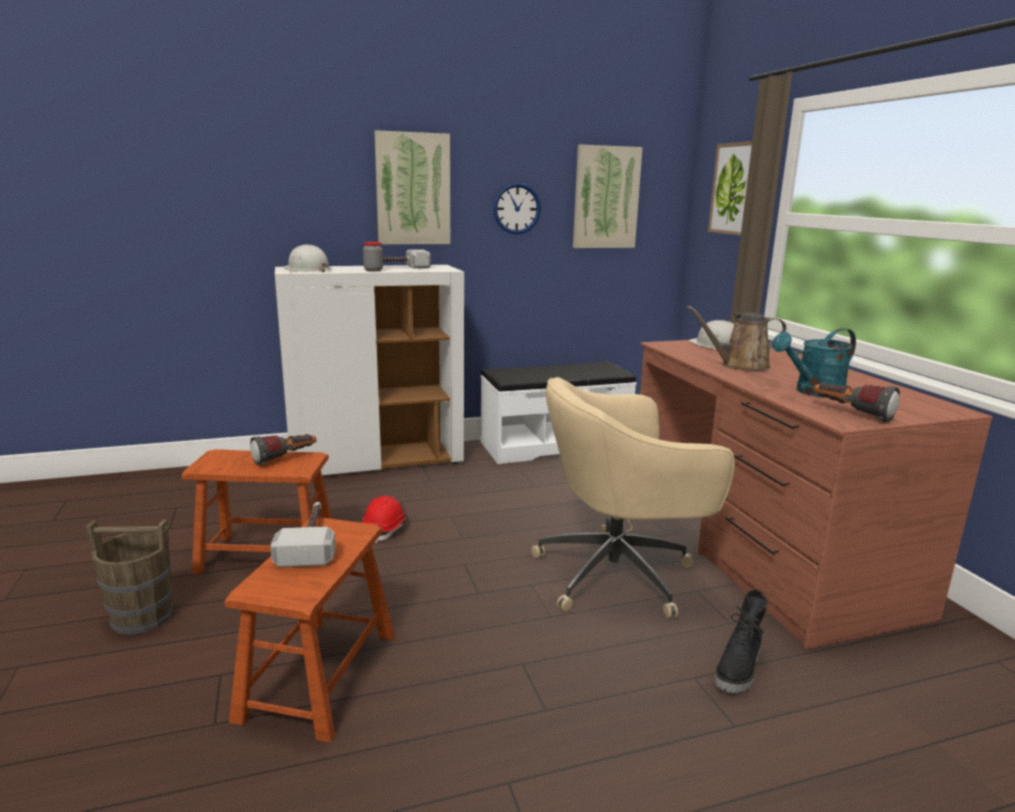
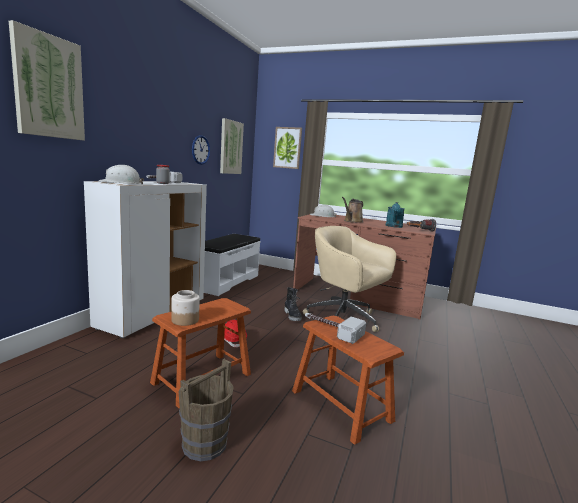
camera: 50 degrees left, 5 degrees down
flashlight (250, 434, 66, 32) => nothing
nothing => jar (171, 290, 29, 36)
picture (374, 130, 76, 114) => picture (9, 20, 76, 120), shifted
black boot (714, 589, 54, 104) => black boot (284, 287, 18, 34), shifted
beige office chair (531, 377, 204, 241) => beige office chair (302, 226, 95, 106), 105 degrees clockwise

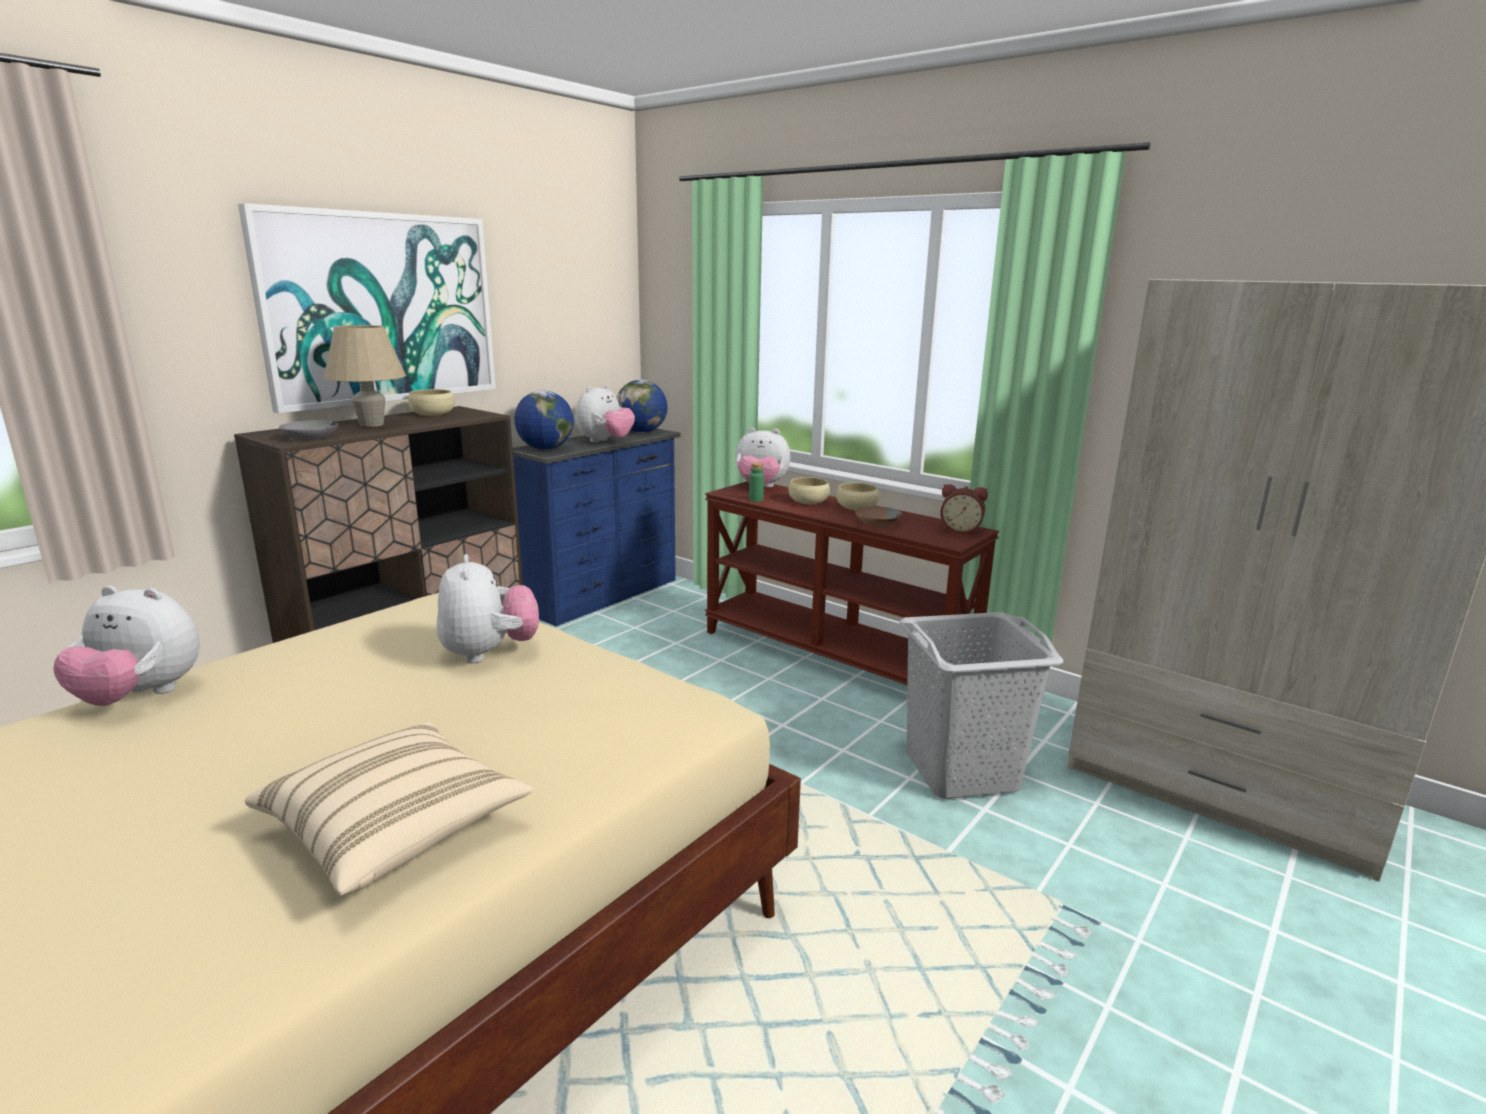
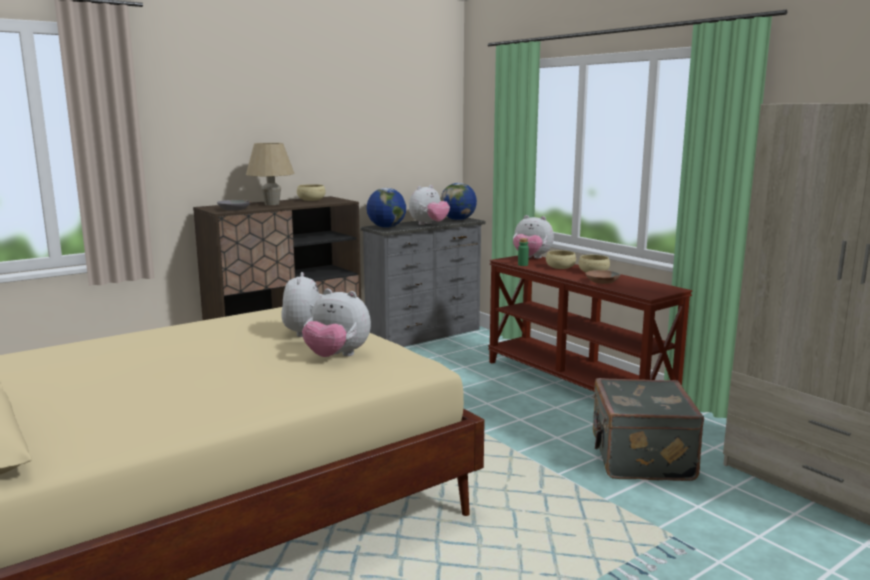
camera: 15 degrees right, 5 degrees down
picture (238, 203, 258, 210) => nothing
beige pillow (245, 721, 288, 174) => nothing
alarm clock (940, 484, 48, 50) => nothing
plush toy (53, 585, 147, 121) => plush toy (302, 289, 69, 68), shifted
grey laundry basket (899, 612, 164, 187) => grey suitcase (592, 378, 112, 103)
blue dresser (513, 428, 167, 199) => grey dresser (361, 217, 124, 130)

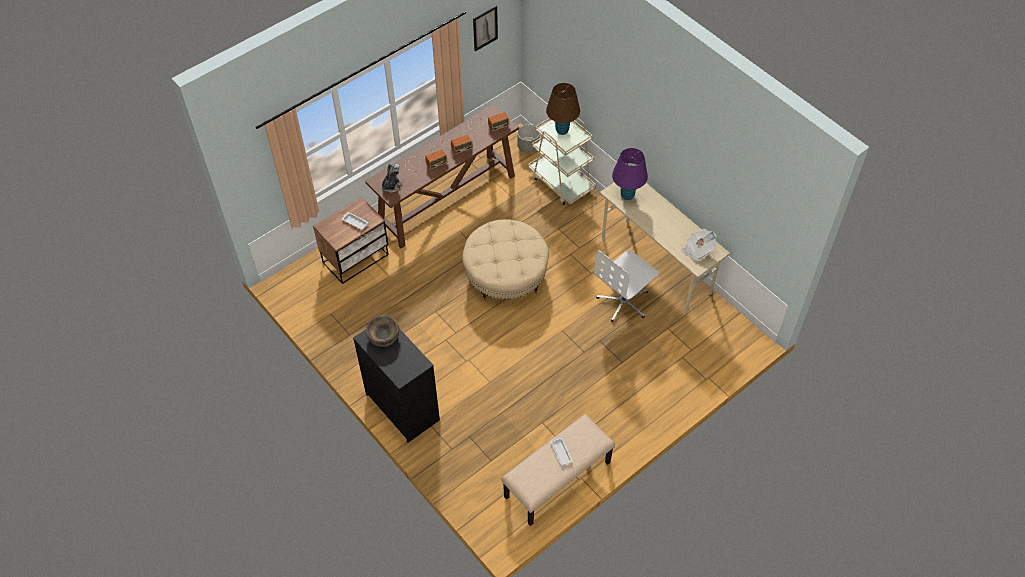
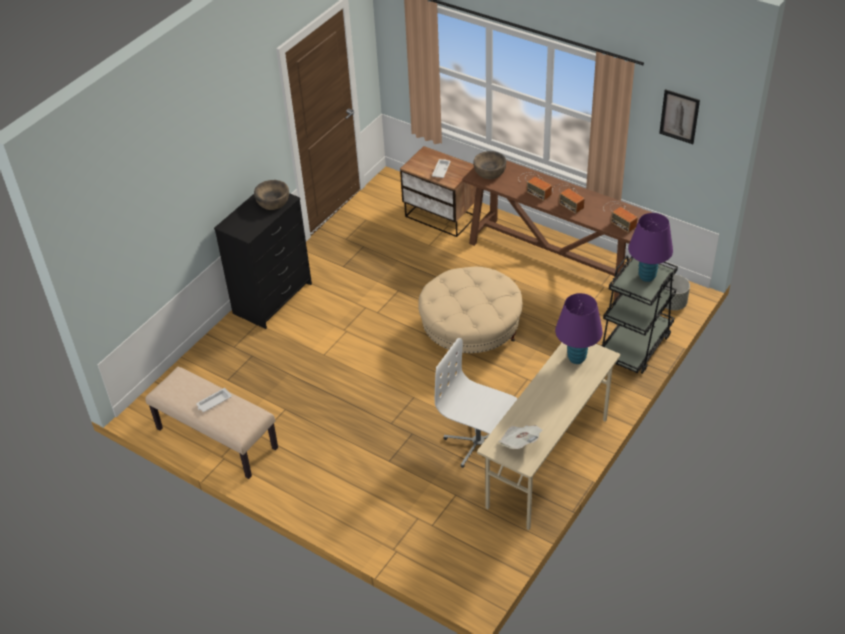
camera: 75 degrees right, 10 degrees down
plush toy (381, 164, 22, 29) => brown bowl (473, 151, 33, 28)
beige cart (528, 118, 68, 87) => black cart (601, 256, 77, 118)
brown table lamp (546, 83, 34, 52) => purple table lamp (628, 213, 45, 69)

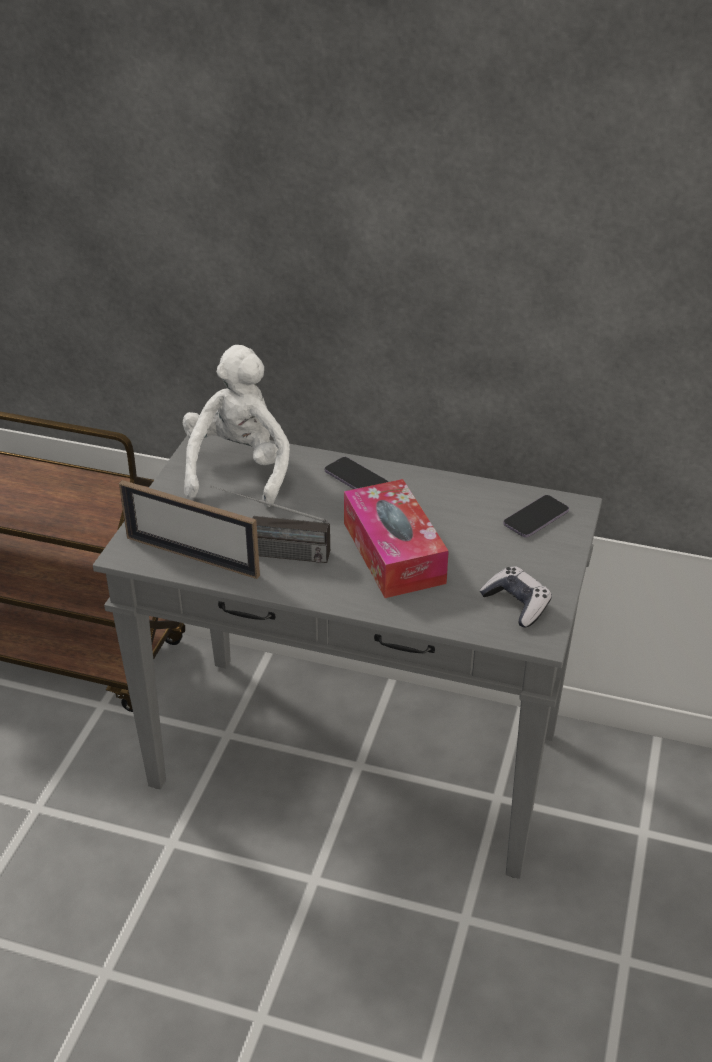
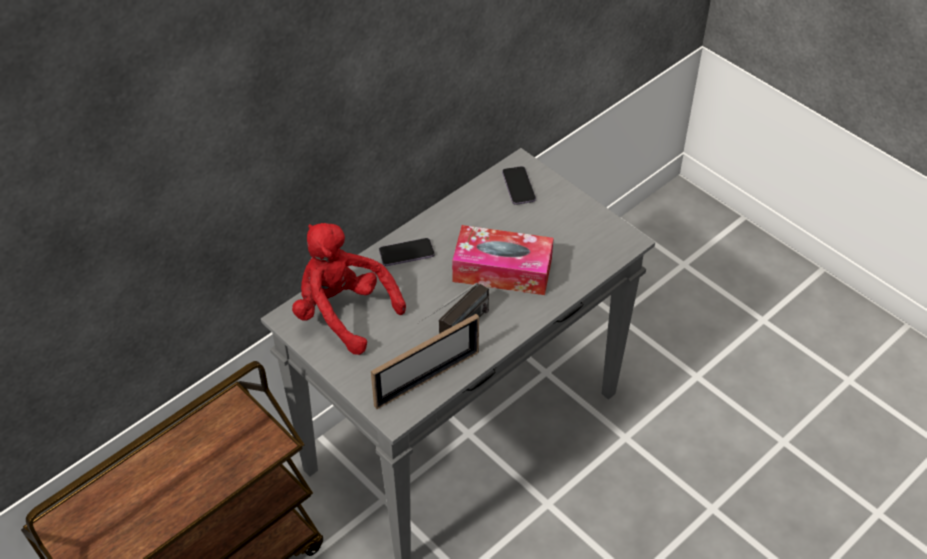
camera: 60 degrees left, 10 degrees up
game controller (479, 566, 73, 61) => nothing
white plush toy (183, 345, 107, 162) => red plush toy (292, 223, 114, 132)

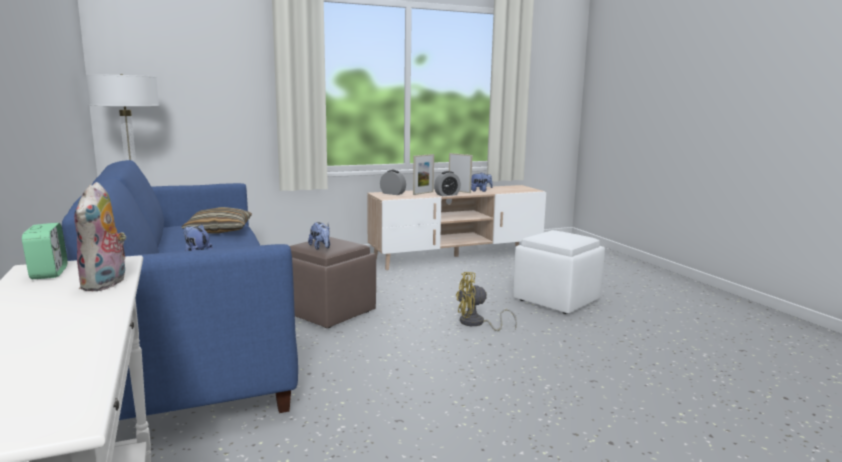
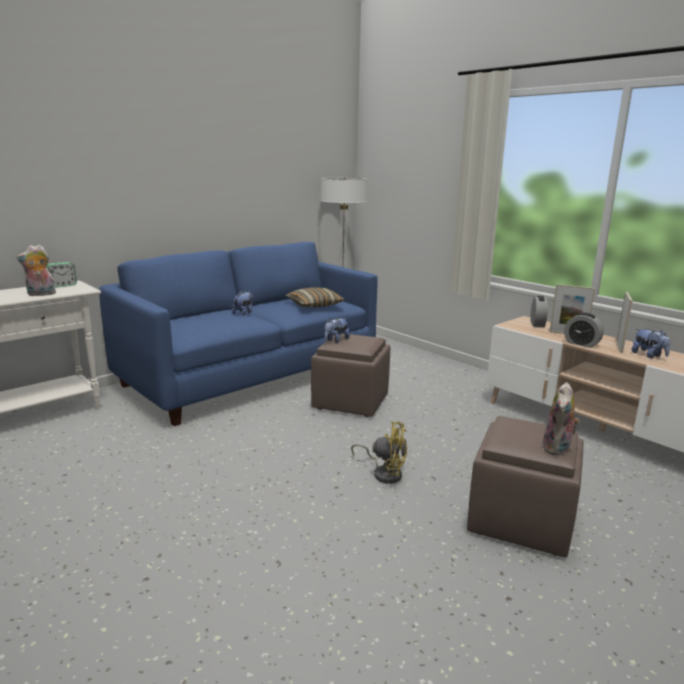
camera: 70 degrees right, 5 degrees up
nothing => plush toy (542, 382, 38, 74)
white ottoman (513, 230, 92, 84) => brown ottoman (467, 416, 116, 142)
yellow fan (456, 272, 61, 59) => yellow fan (351, 421, 56, 63), 135 degrees clockwise

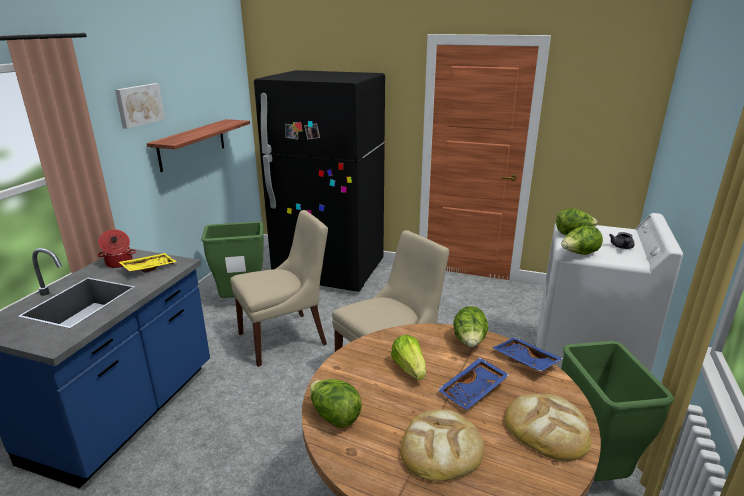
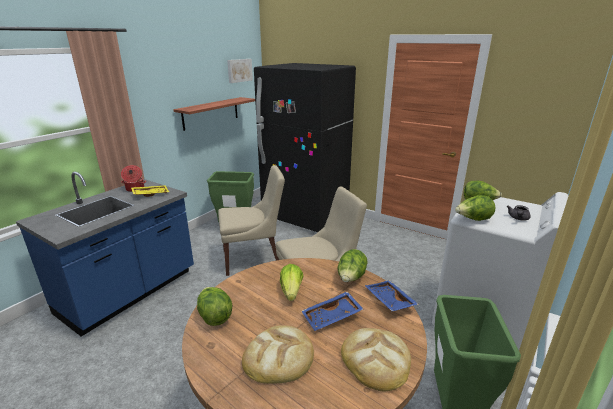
camera: 15 degrees right, 0 degrees up
picture (115, 83, 50, 46) => picture (227, 59, 26, 24), shifted

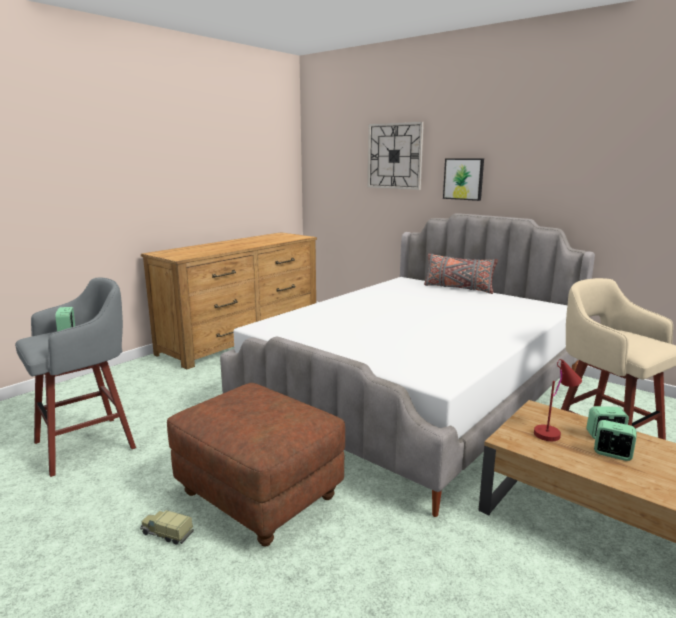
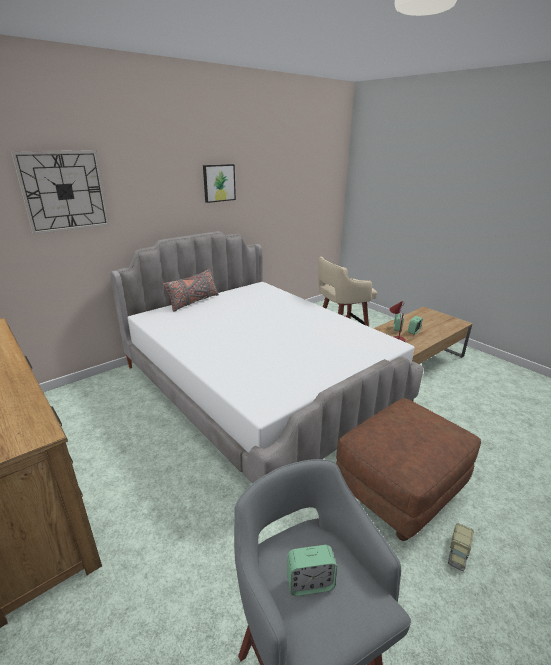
camera: 80 degrees left, 10 degrees up
picture (443, 158, 41, 43) => picture (203, 164, 33, 39), shifted

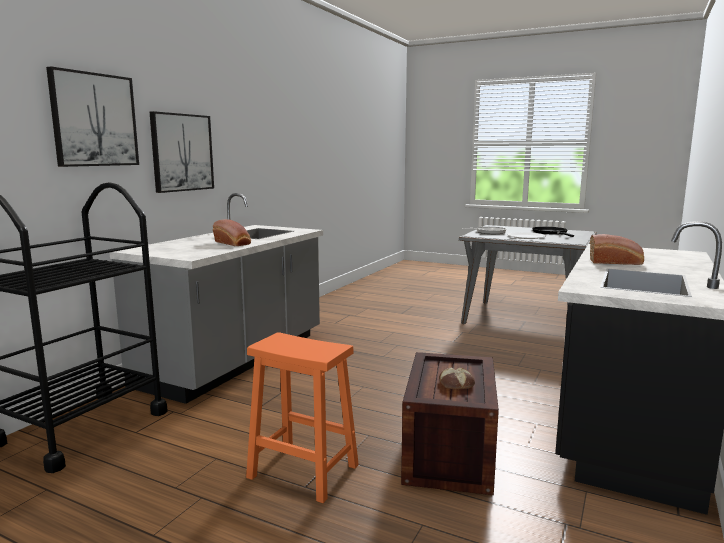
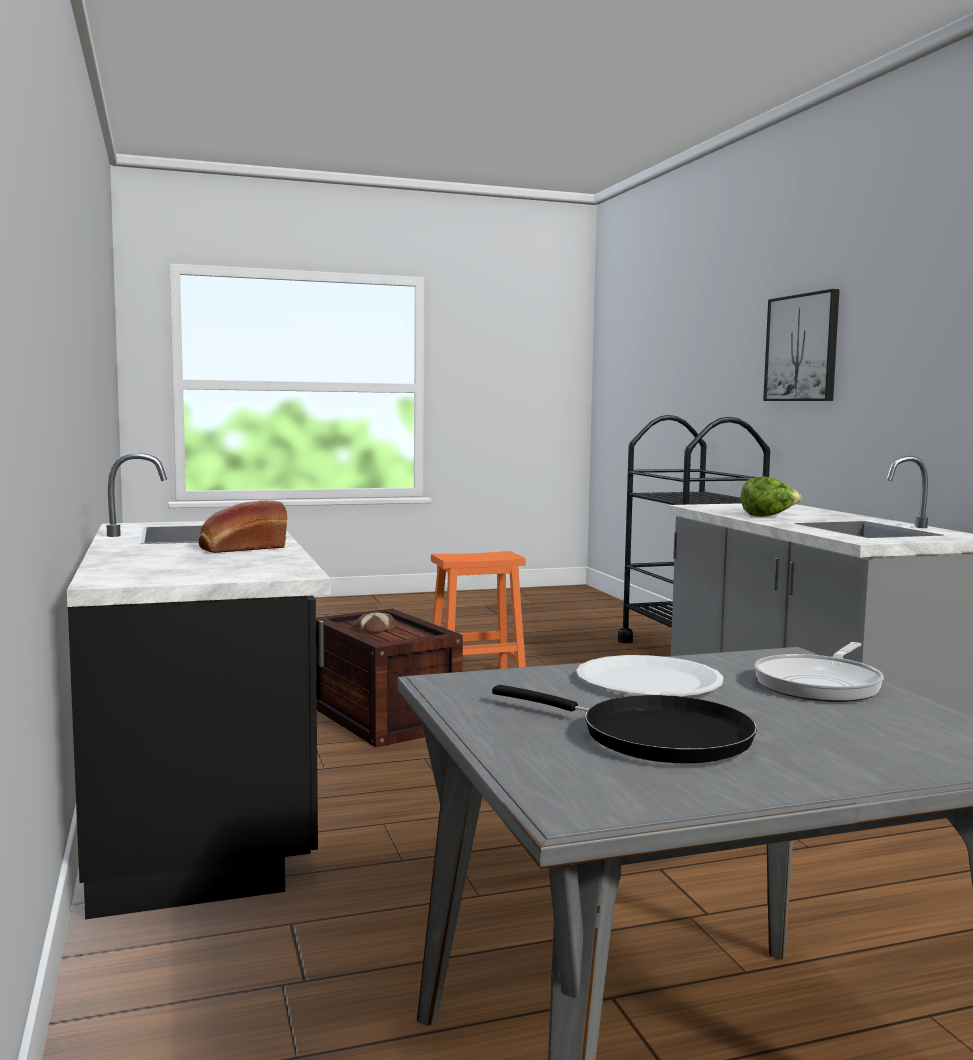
camera: 135 degrees right, 5 degrees down
picture (150, 111, 64, 82) => nothing
bread (213, 219, 38, 27) => lettuce (741, 477, 61, 40)

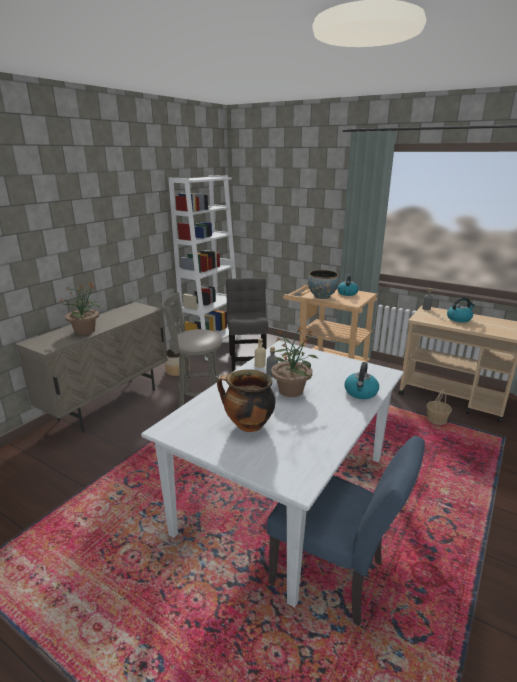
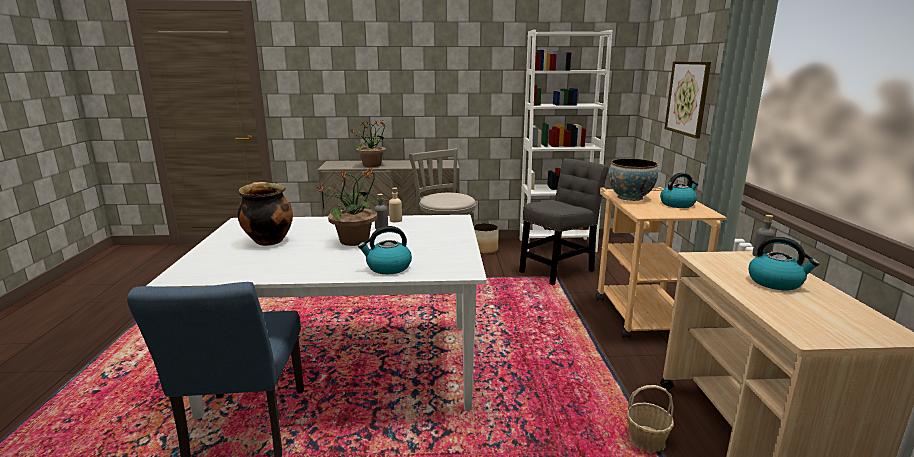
camera: 55 degrees right, 5 degrees down
nothing => picture (664, 61, 47, 77)

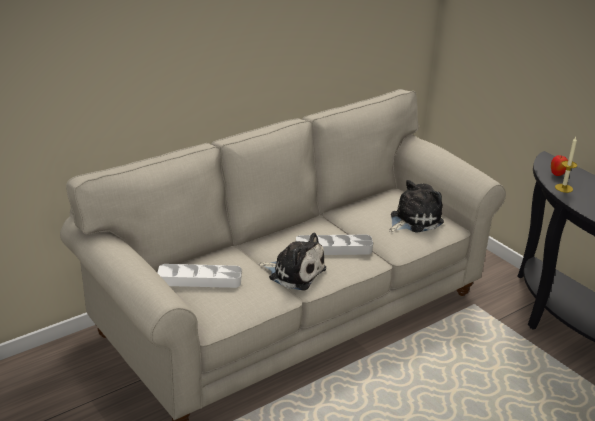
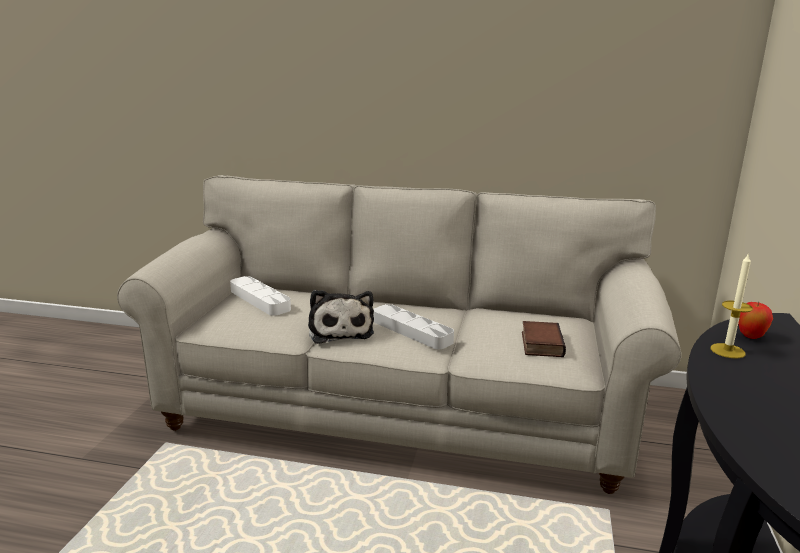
camera: 50 degrees right, 10 degrees down
plush toy (389, 180, 55, 53) => book (522, 321, 44, 36)

